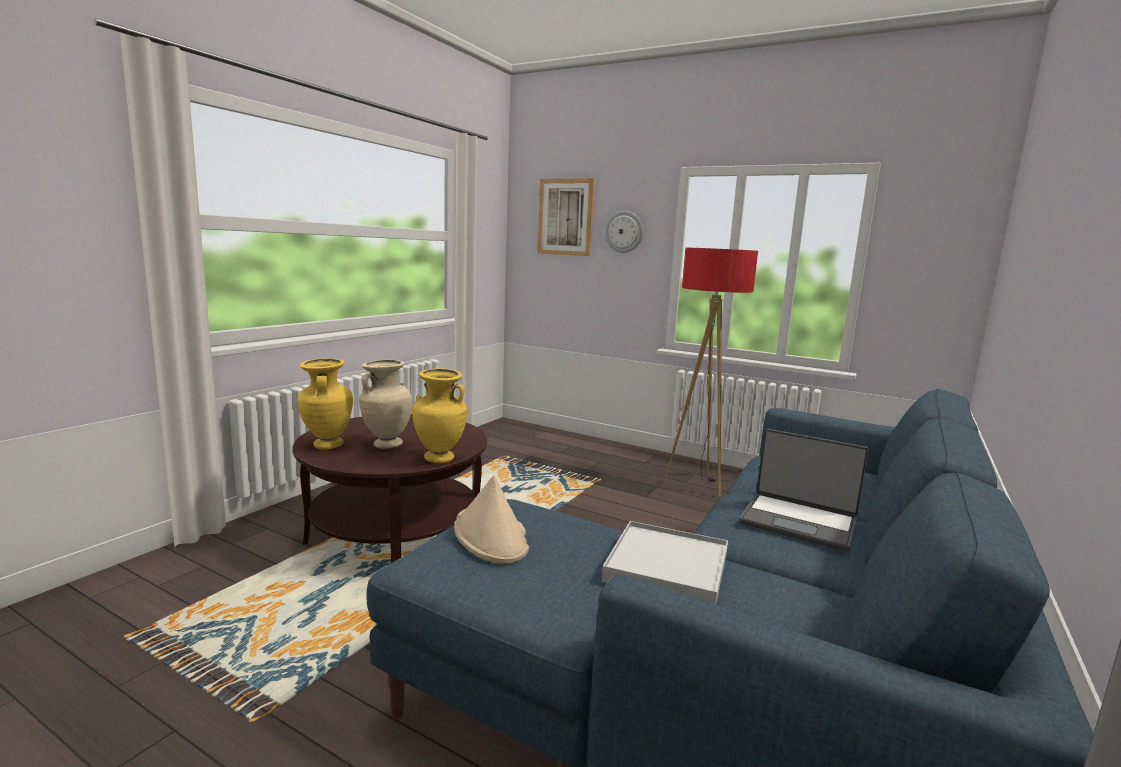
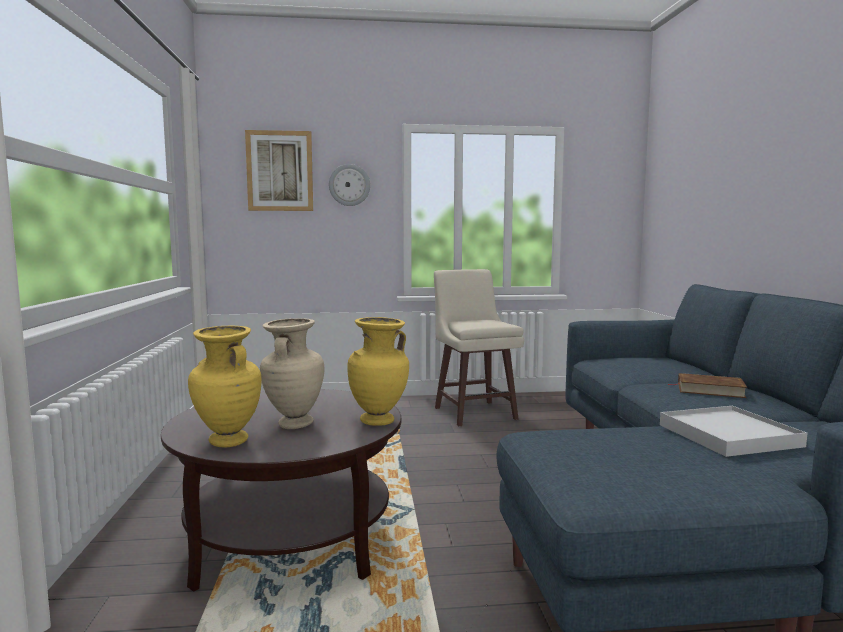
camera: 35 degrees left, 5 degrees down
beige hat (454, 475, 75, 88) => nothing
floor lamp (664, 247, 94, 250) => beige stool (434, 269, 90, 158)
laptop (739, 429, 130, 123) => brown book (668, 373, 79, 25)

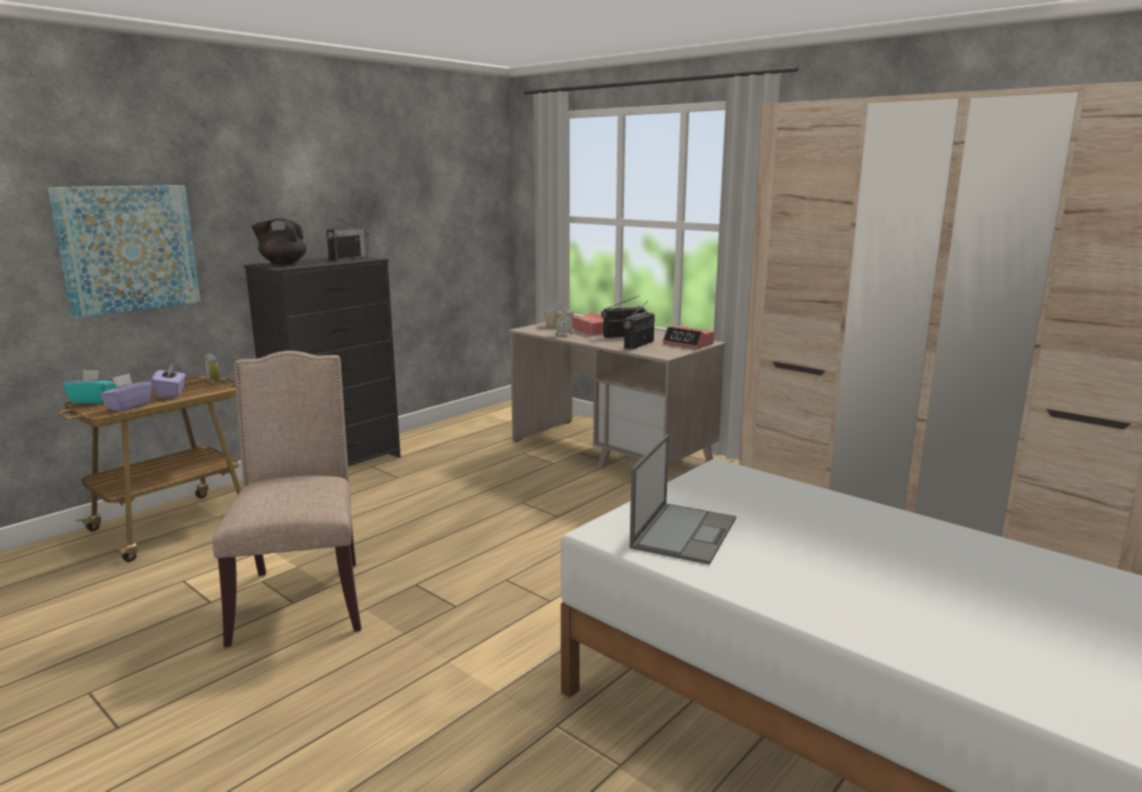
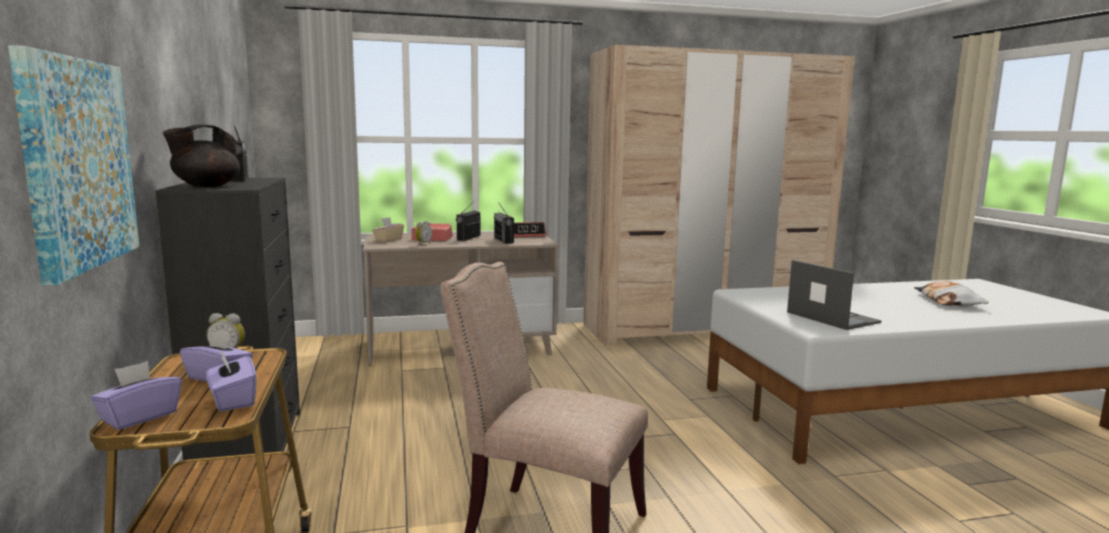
camera: 55 degrees left, 5 degrees down
nothing => pillow (914, 281, 75, 25)
turquoise tissue box (63, 370, 53, 34) => purple tissue box (91, 361, 91, 69)

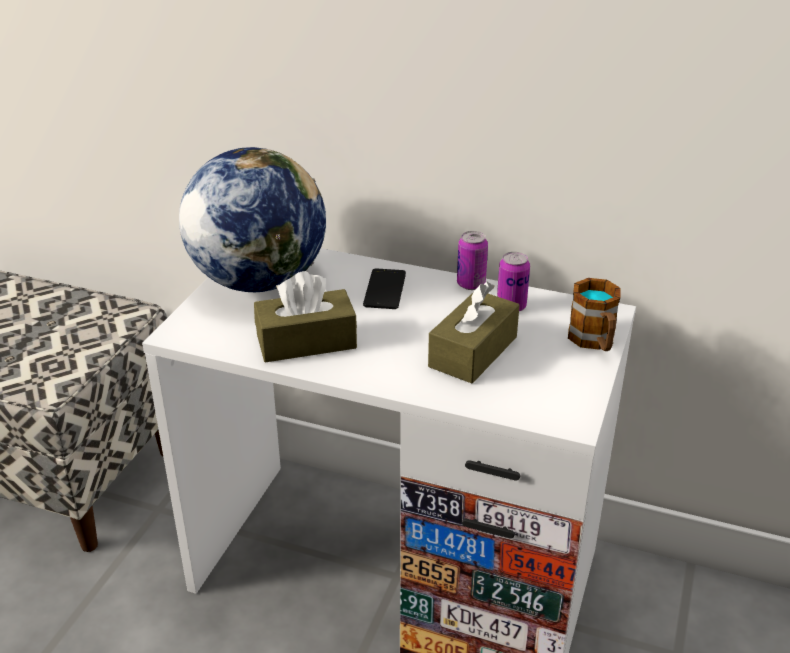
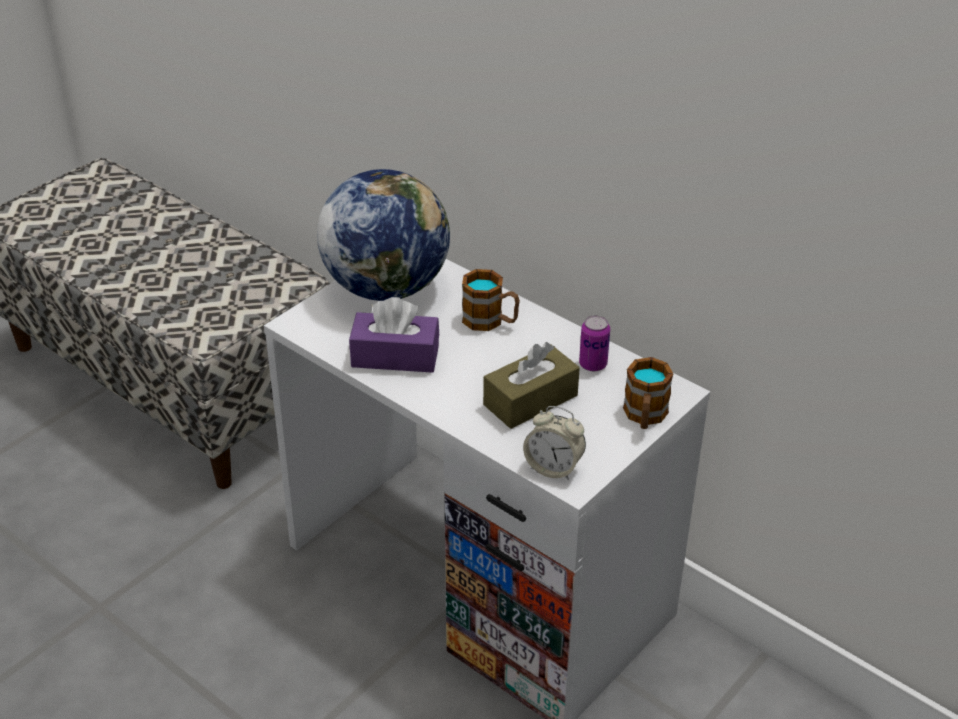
camera: 20 degrees right, 5 degrees up
can (457, 231, 31, 59) => nothing
nothing => alarm clock (523, 406, 63, 74)
phone (363, 268, 43, 41) => mug (462, 269, 58, 62)
brown tissue box (254, 271, 103, 91) => purple tissue box (349, 297, 90, 76)

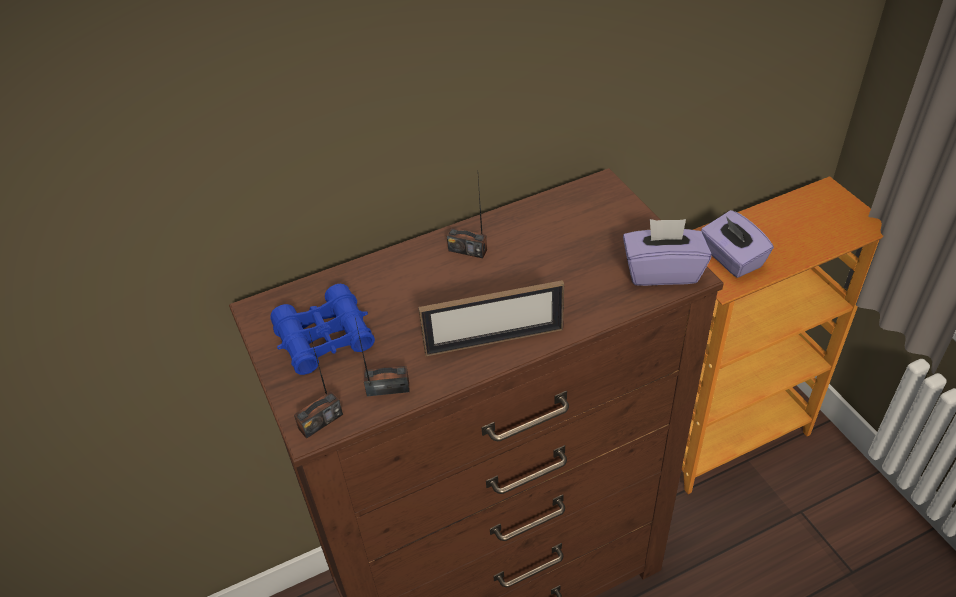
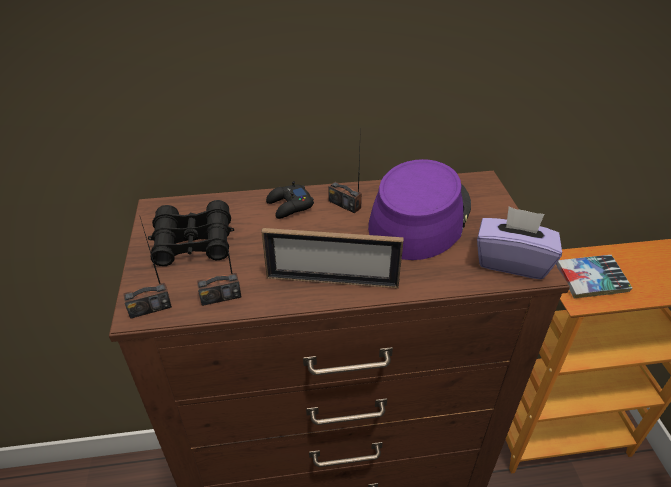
camera: 15 degrees right, 5 degrees down
nothing => black game controller (266, 181, 48, 38)
nothing => purple hat (368, 159, 103, 101)
purple tissue box (701, 210, 73, 68) => book (556, 255, 76, 44)
blue binoculars (270, 284, 105, 91) => black binoculars (148, 200, 86, 66)
radio (355, 318, 55, 78) => radio (197, 206, 44, 100), 150 degrees clockwise

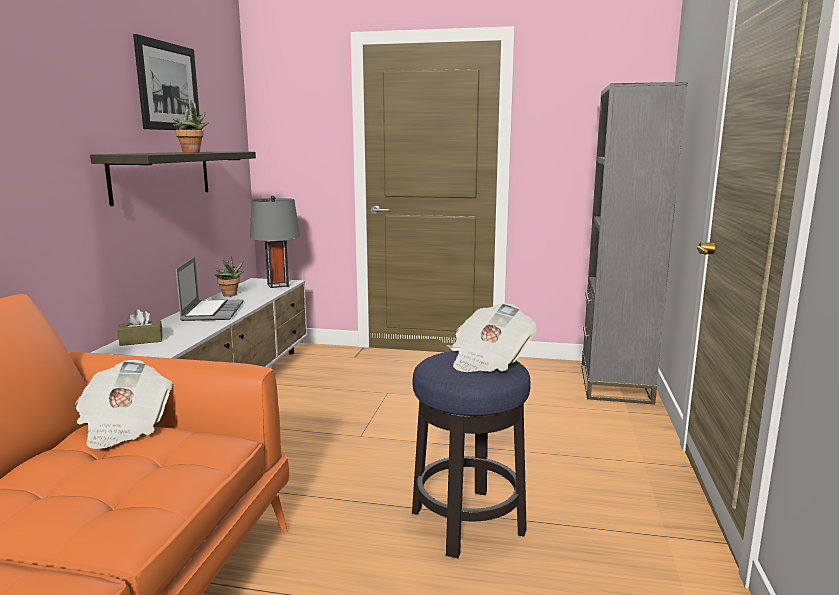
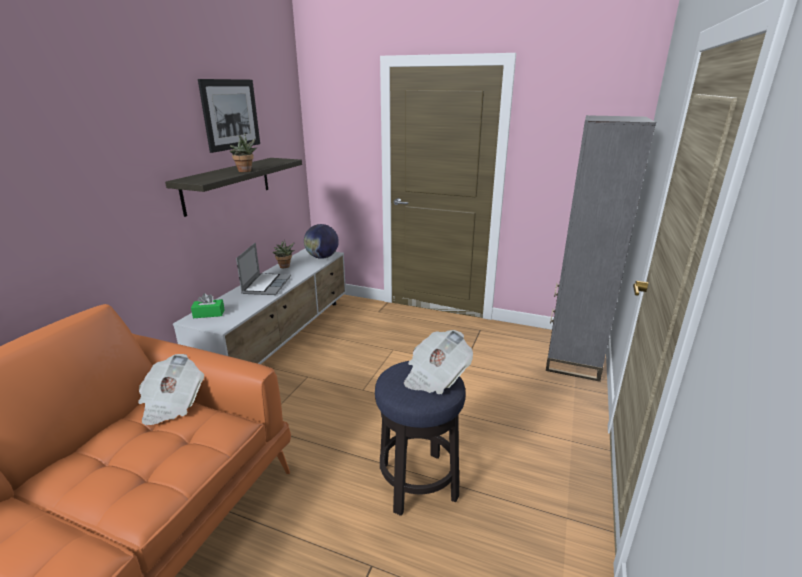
camera: 10 degrees right, 10 degrees up
grey table lamp (250, 195, 50, 93) => globe (304, 224, 35, 35)
brown tissue box (117, 309, 46, 37) => green tissue box (191, 293, 34, 25)

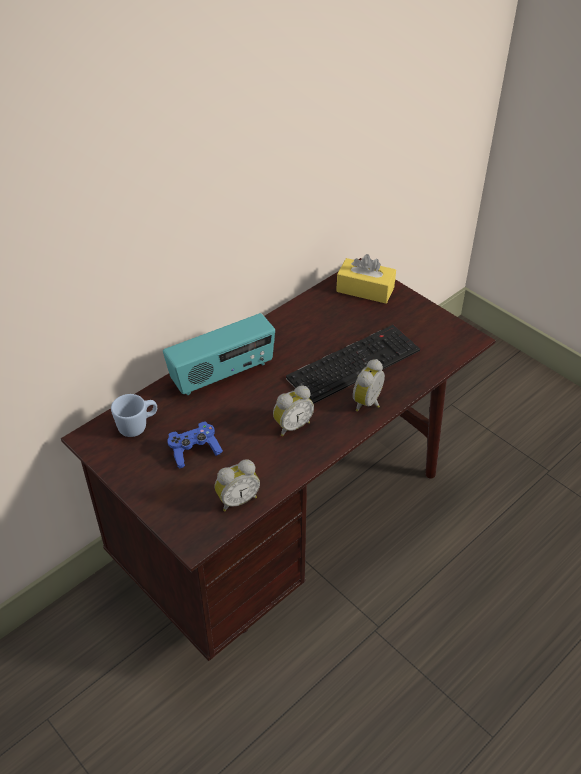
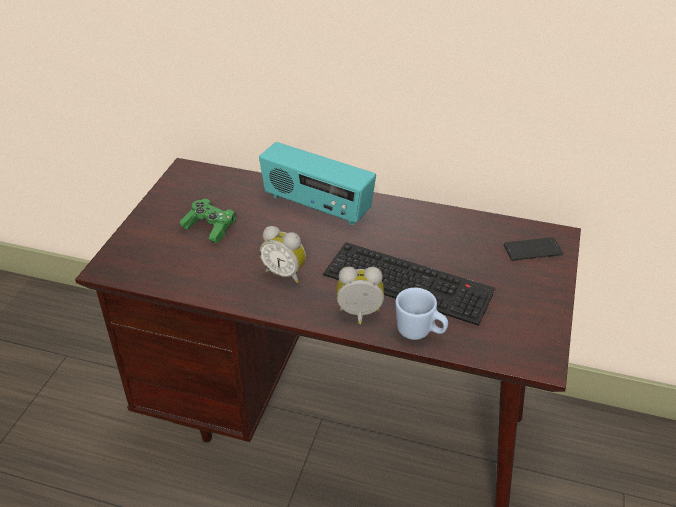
camera: 60 degrees right, 5 degrees down
alarm clock (214, 459, 46, 53) => nothing
blue mug (111, 394, 46, 43) => blue mug (395, 288, 53, 52), shifted
yellow tissue box (336, 254, 60, 49) => phone (504, 237, 59, 23)
blue game controller (167, 421, 56, 48) => green game controller (180, 198, 56, 46)

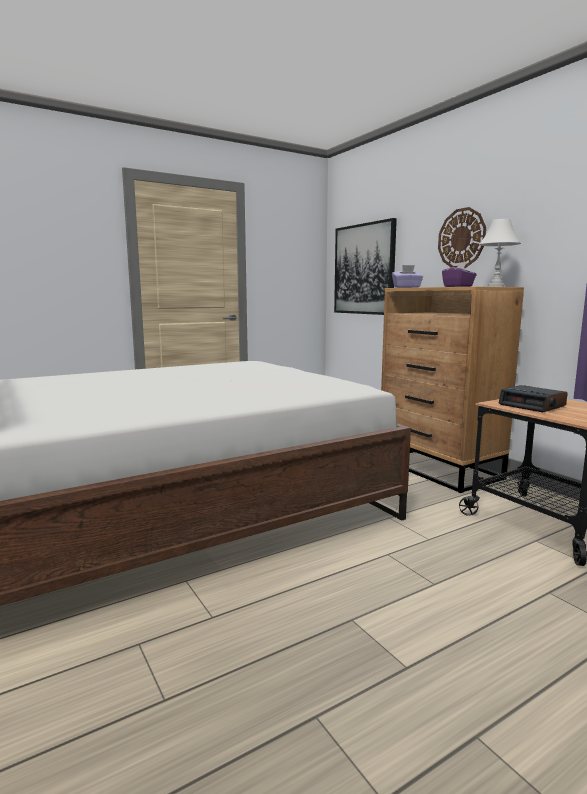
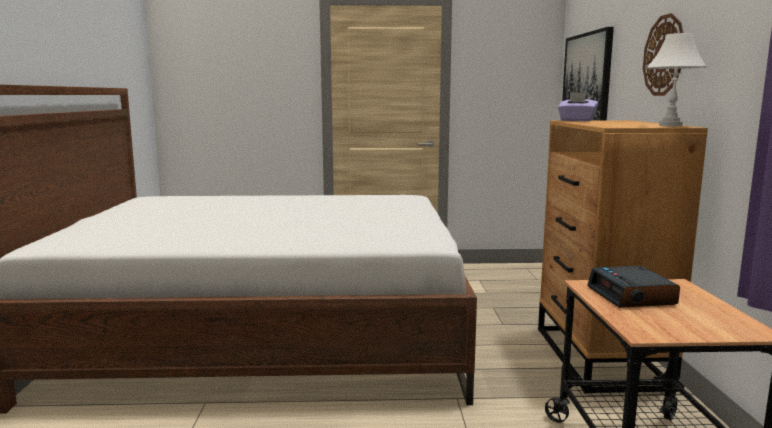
camera: 30 degrees right, 0 degrees up
purple tissue box (442, 261, 35, 26) => nothing

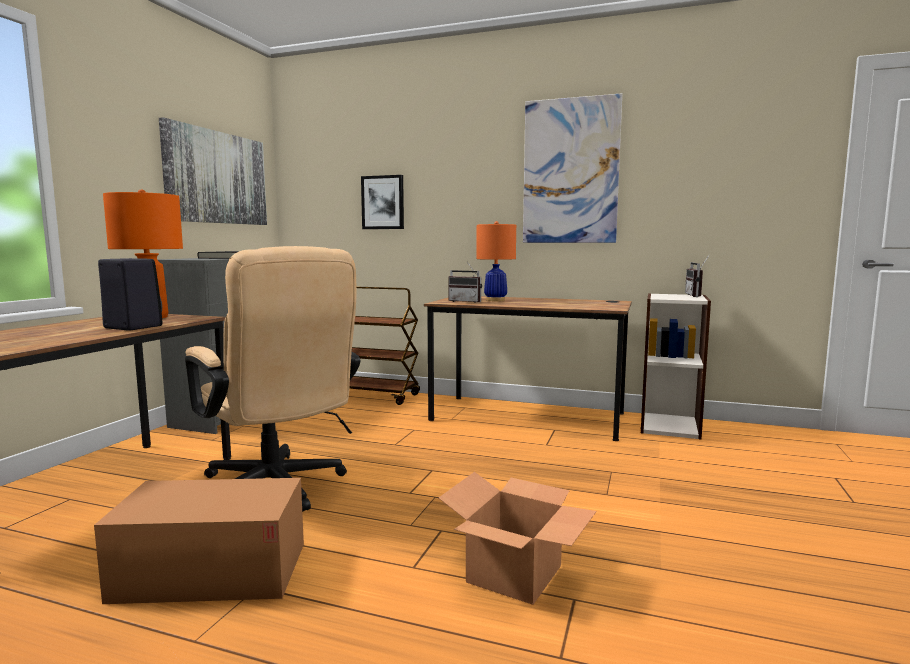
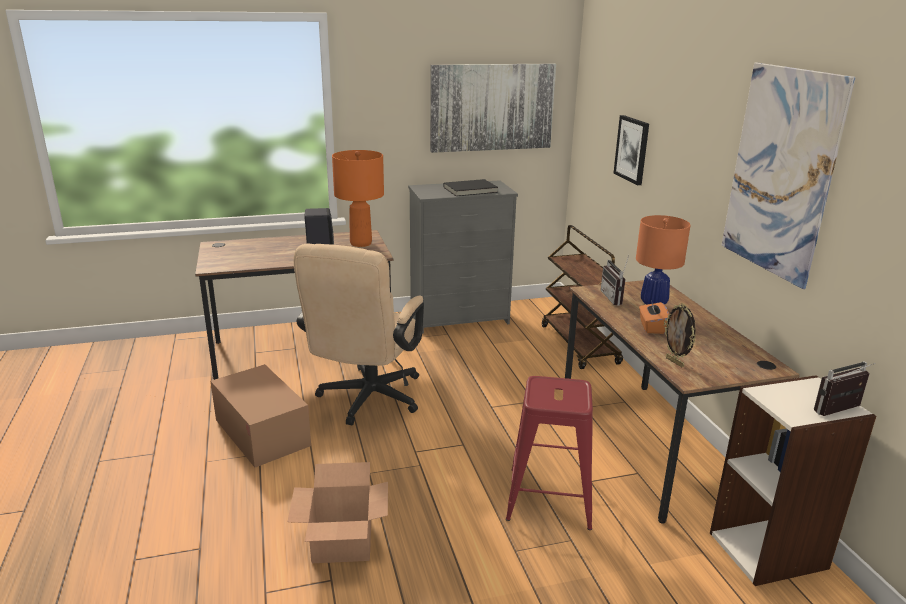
camera: 55 degrees right, 15 degrees up
nothing => red stool (506, 376, 87, 154)
nothing => orange tissue box (639, 300, 30, 34)
nothing => picture frame (664, 303, 32, 64)

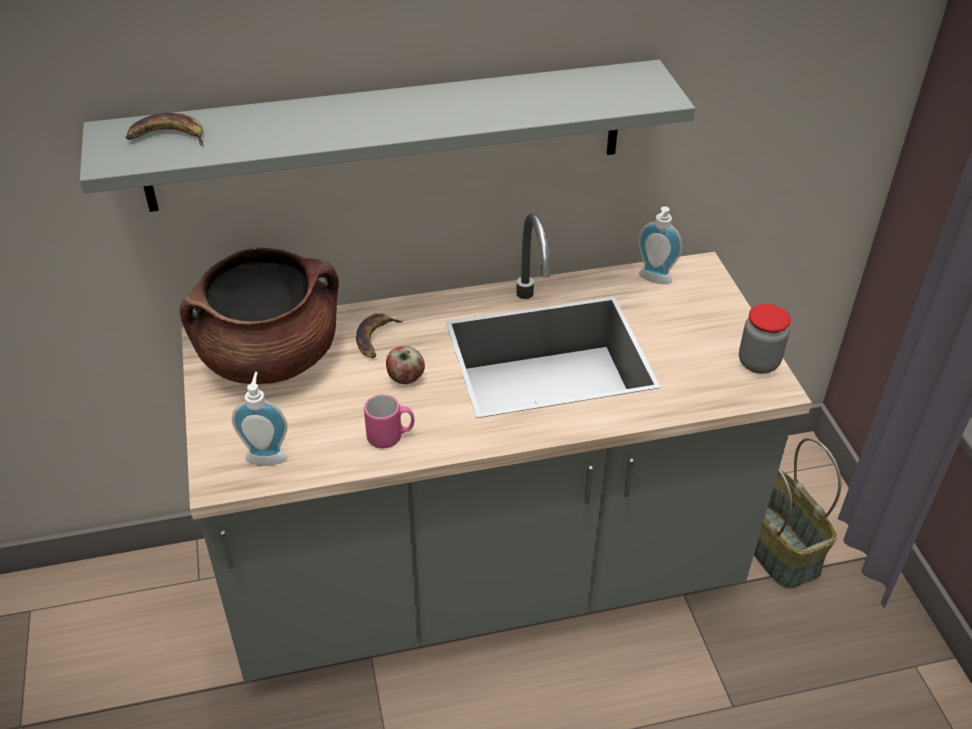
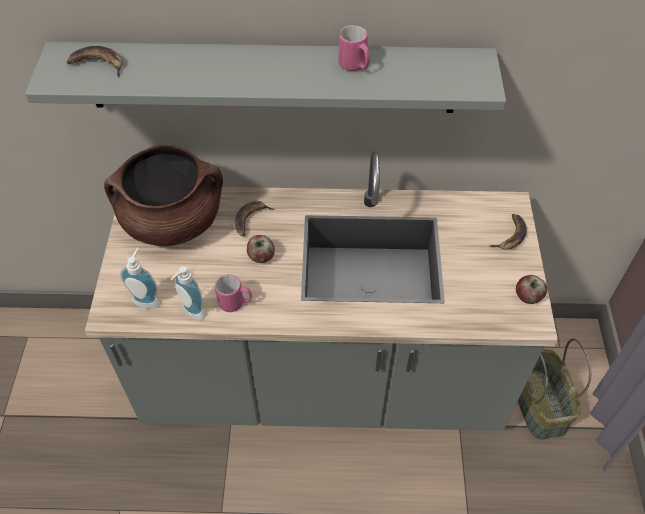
camera: 15 degrees right, 10 degrees up
nothing => pink mug (339, 25, 31, 46)
nothing => banana (489, 214, 38, 36)
soap dispenser (638, 206, 44, 78) => soap dispenser (170, 266, 35, 55), shifted
jar (739, 304, 52, 70) => apple (516, 275, 31, 29)

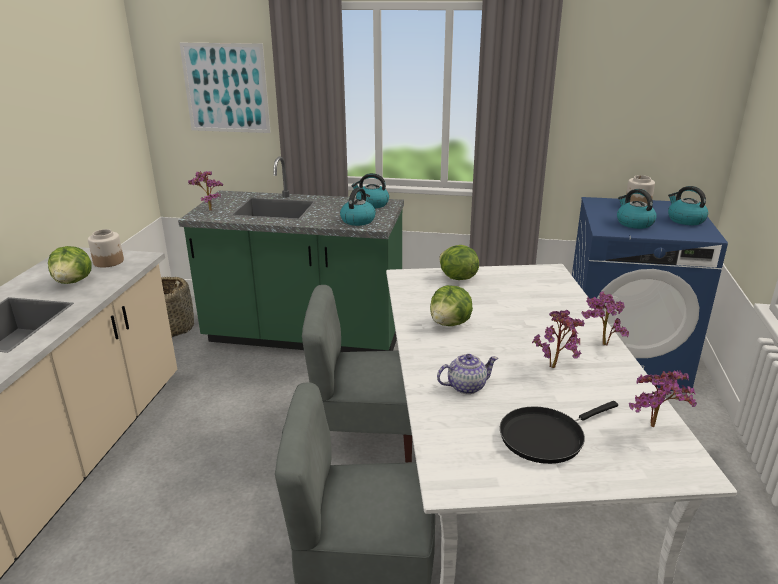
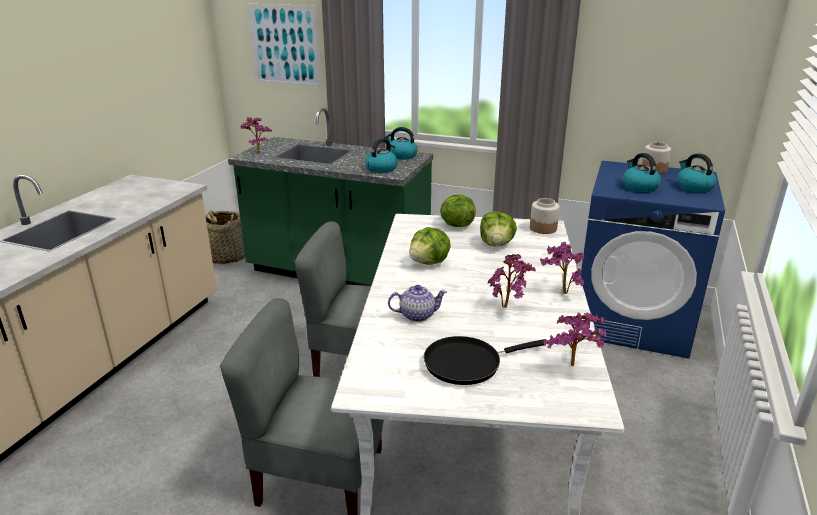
camera: 10 degrees right, 0 degrees up
lettuce (48, 246, 44, 38) => lettuce (480, 211, 37, 35), shifted
jar (88, 229, 36, 39) => jar (530, 198, 30, 36), shifted

